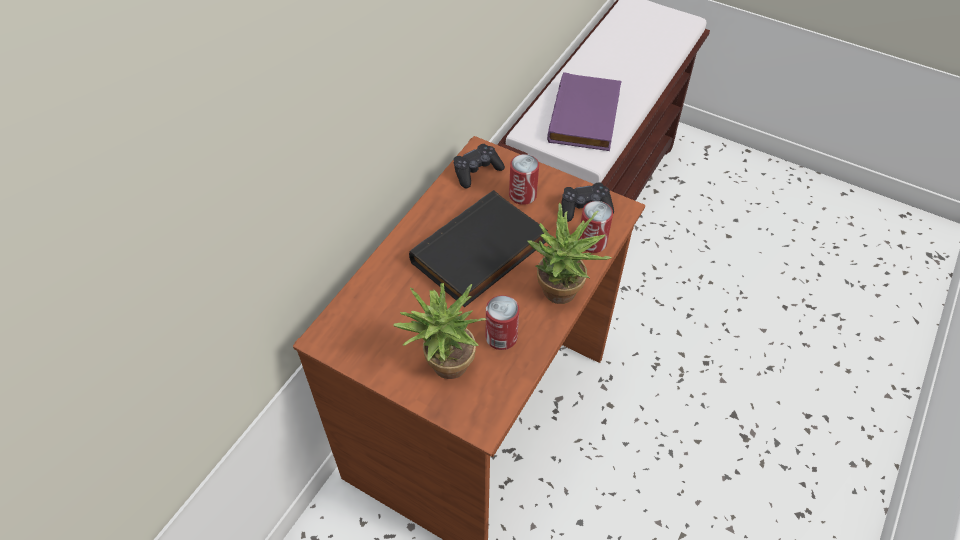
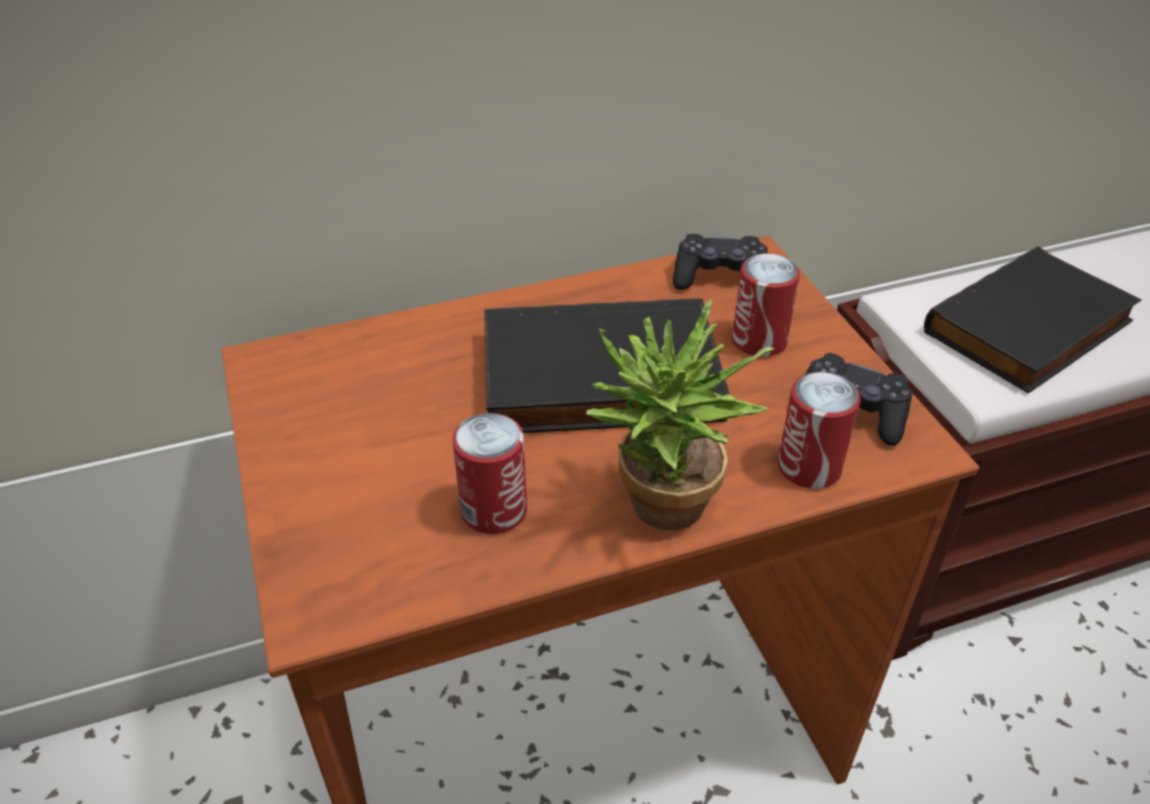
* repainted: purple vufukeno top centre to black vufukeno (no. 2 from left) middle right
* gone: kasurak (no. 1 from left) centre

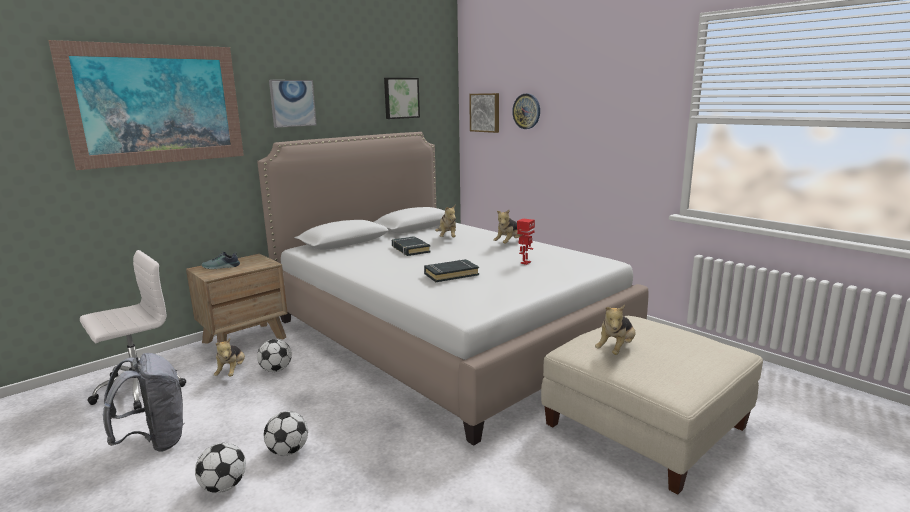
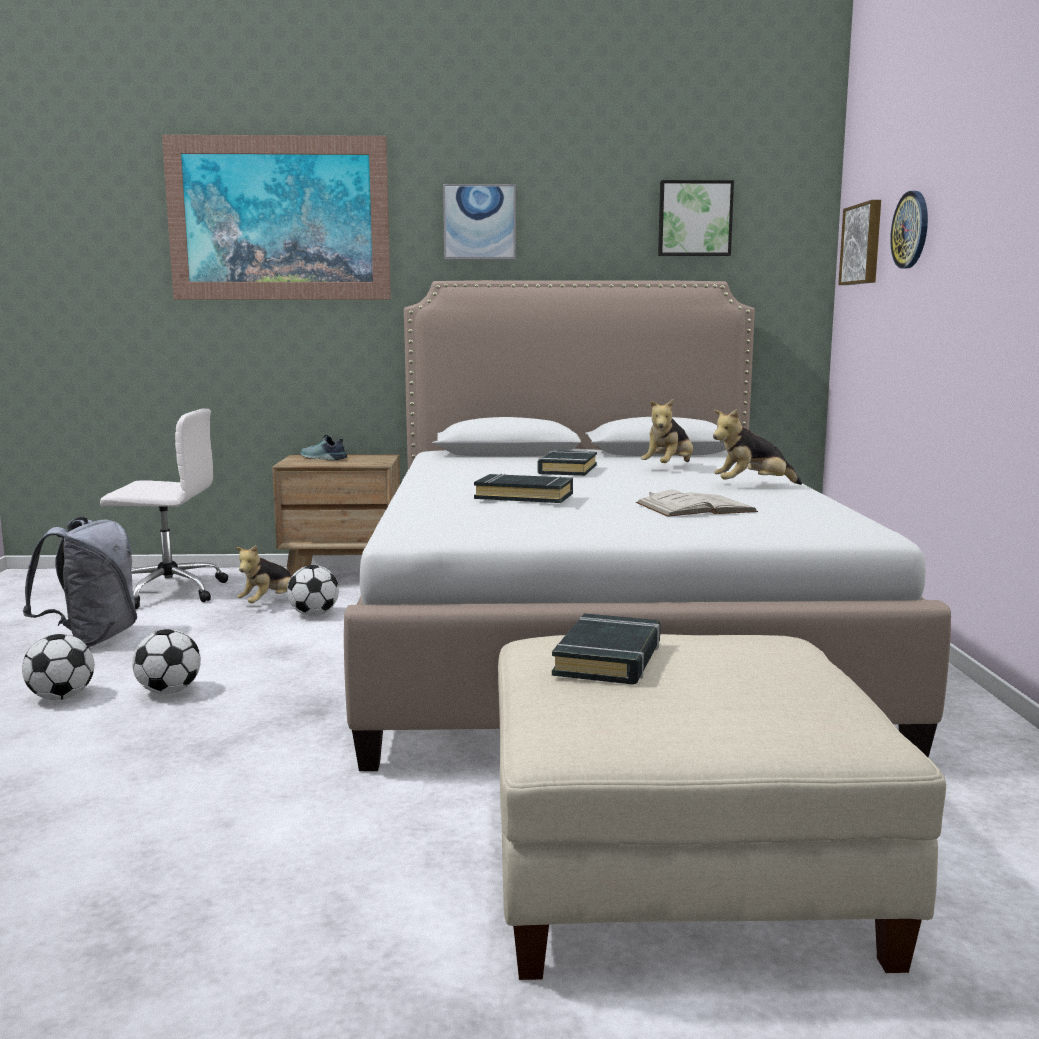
* swapped: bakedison (no. 4 from left) middle right to black vufukeno (no. 3 from left) centre
* swapped: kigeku centre to white vufukeno middle right

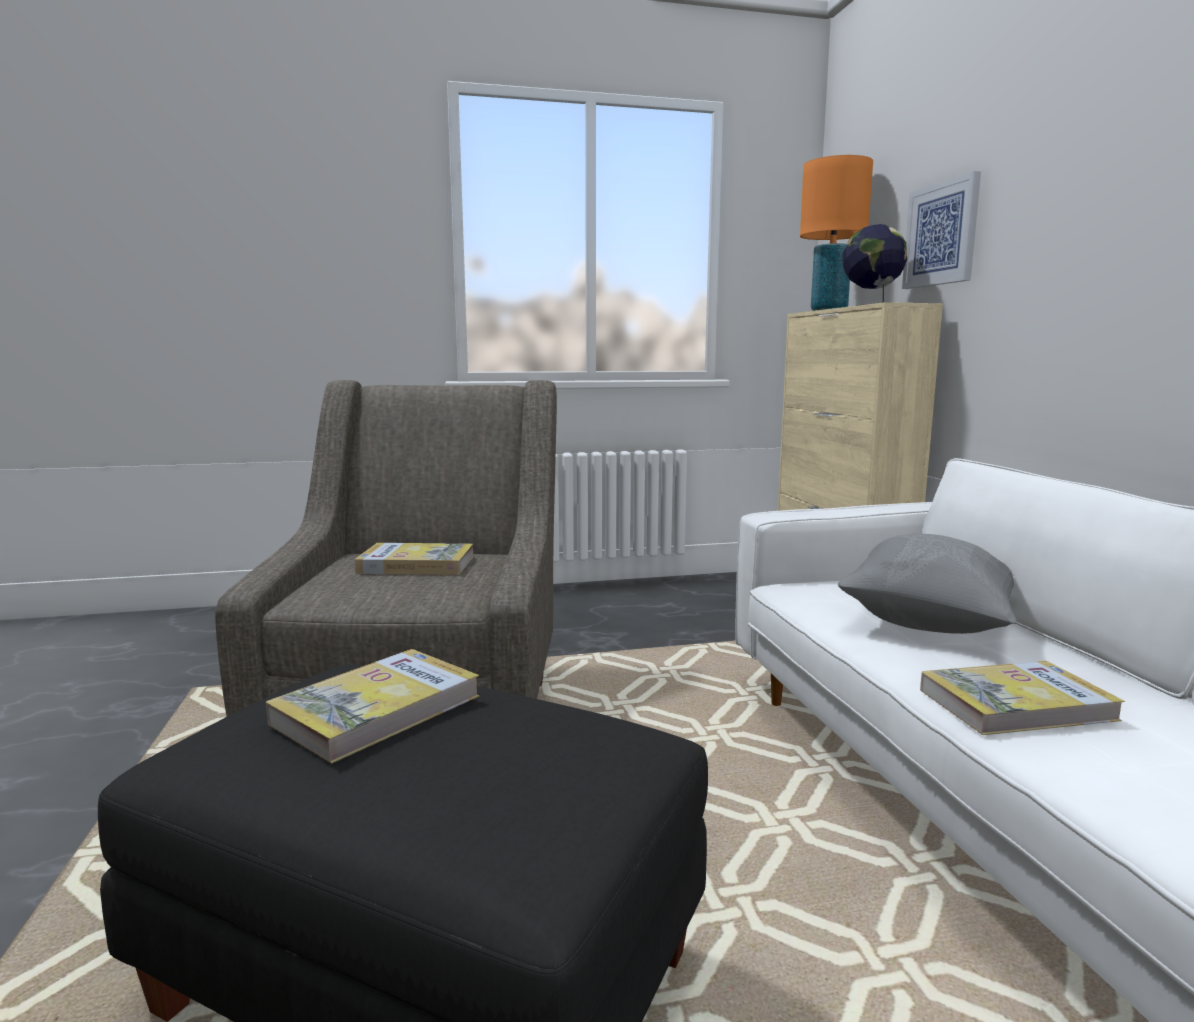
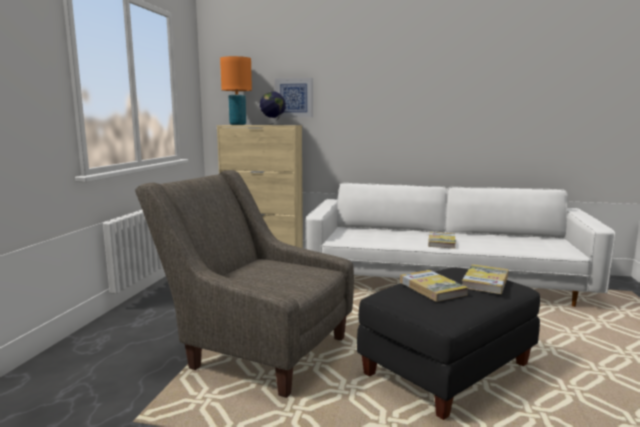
* shifted: vufukeno (no. 2 from left in the first image) centre to vufukeno (no. 3 from left) middle right
* gone: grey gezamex middle right

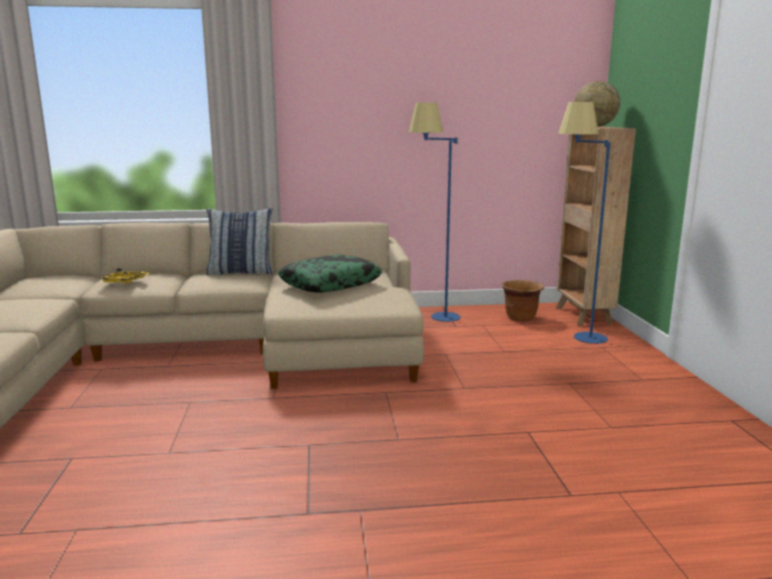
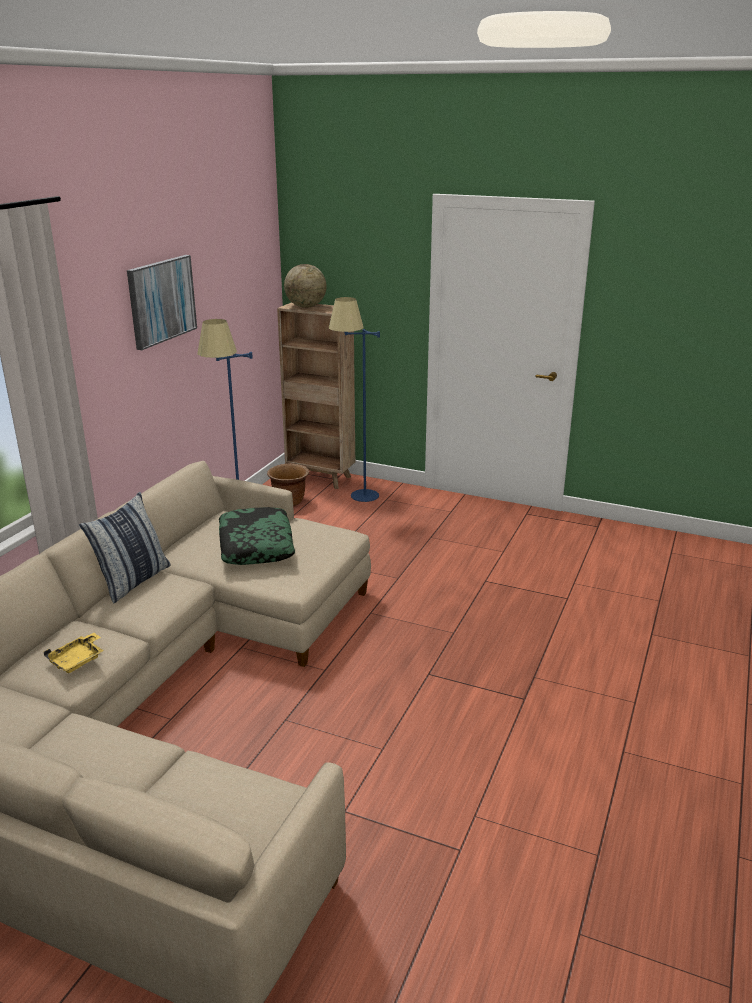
* new: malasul top left

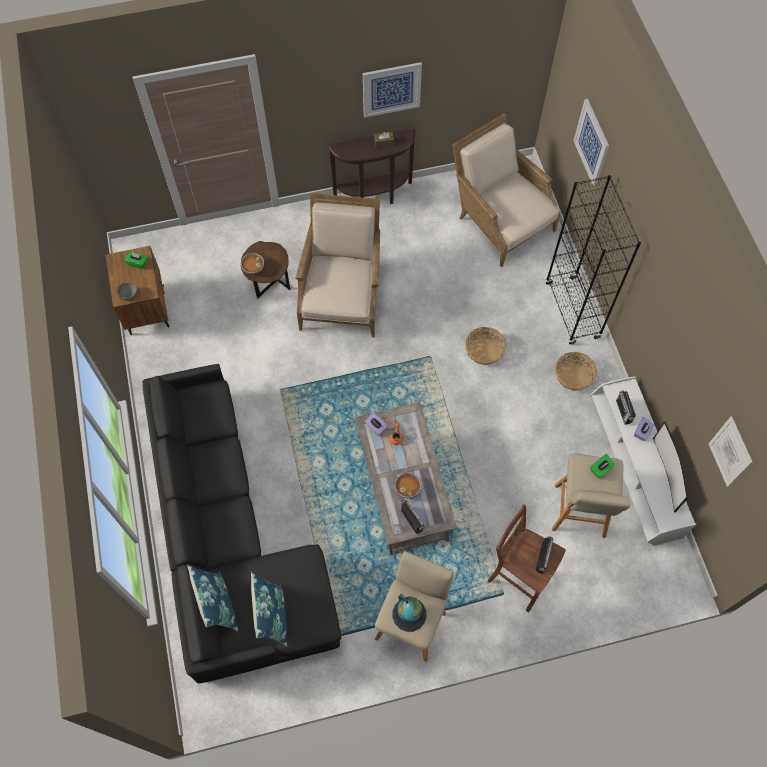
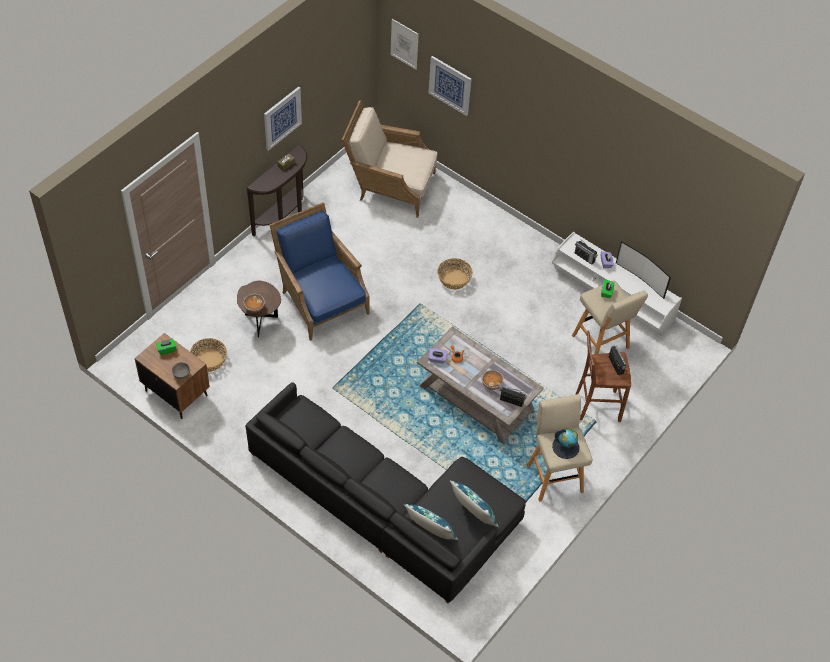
* shifted: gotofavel (no. 2 from left in the first image) middle right to gotofavel (no. 1 from left) middle left
* repainted: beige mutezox (no. 1 from left) centre to blue mutezox centre
* shifted: malasul (no. 3 from left in the first image) middle right to malasul (no. 2 from left) top centre
* gone: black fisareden middle right

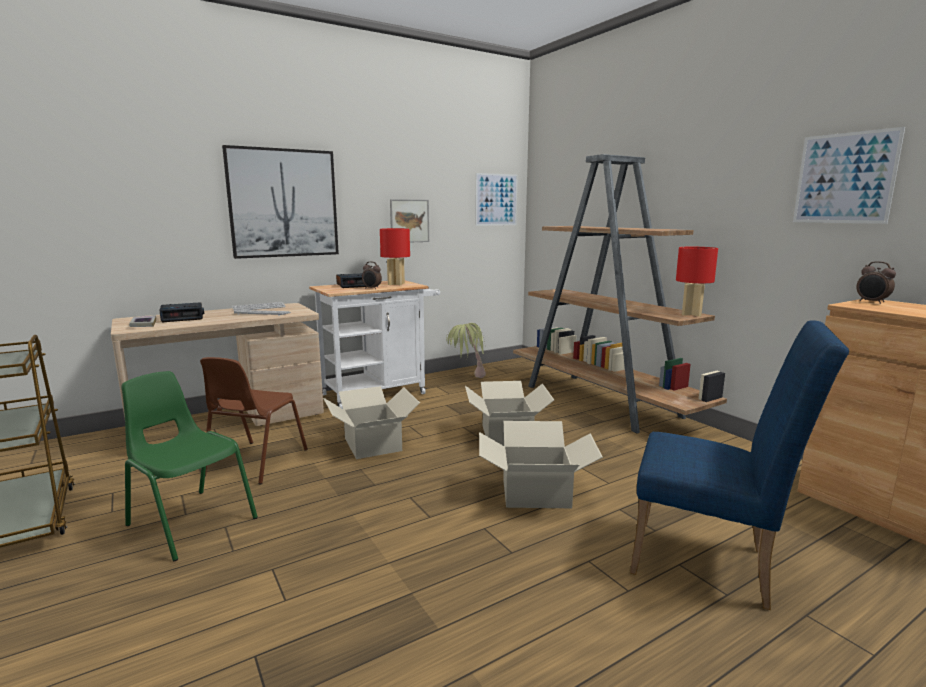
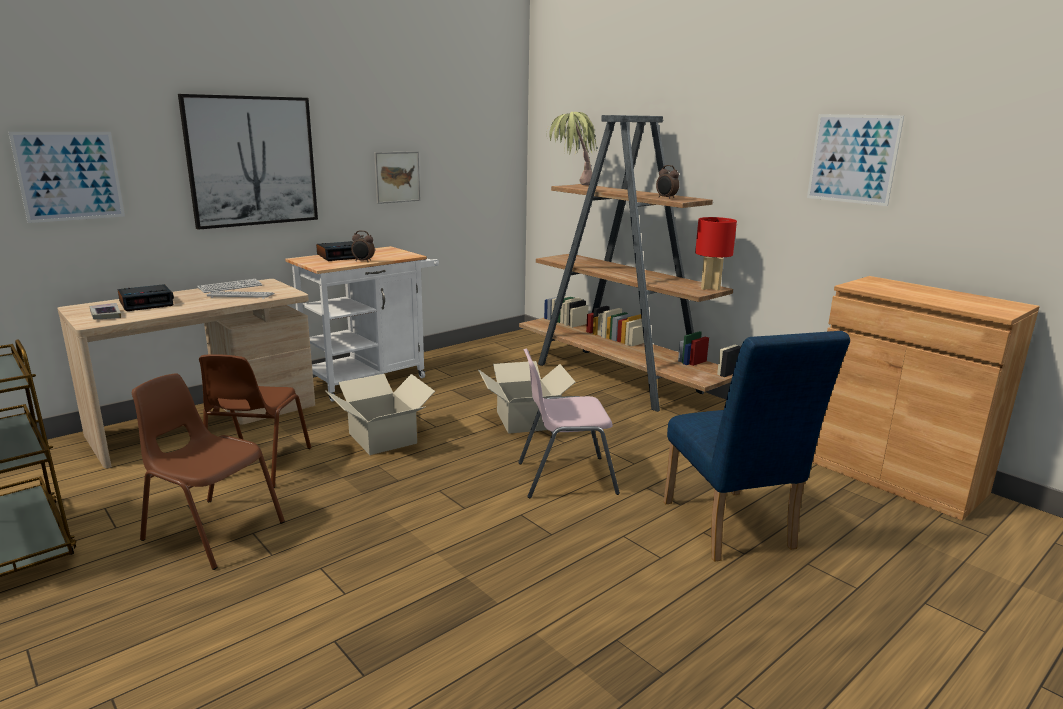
* shifted: malasul (no. 3 from left in the first image) top centre to malasul (no. 1 from left) top left
* repainted: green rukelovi bottom left to brown rukelovi (no. 1 from left) middle left
* swapped: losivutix (no. 3 from left) bottom centre to pink rukelovi centre
* shifted: kasurak centre to top centre
* shifted: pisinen (no. 4 from left) middle right to top centre
* rotated: blue rukelovi bottom right = middle right 60 degrees clockwise
* gone: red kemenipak (no. 1 from left) centre

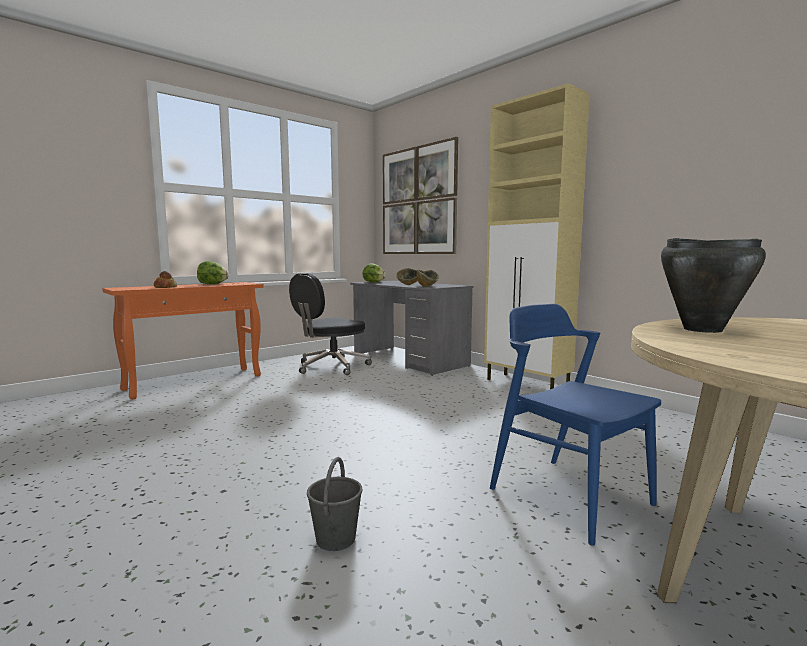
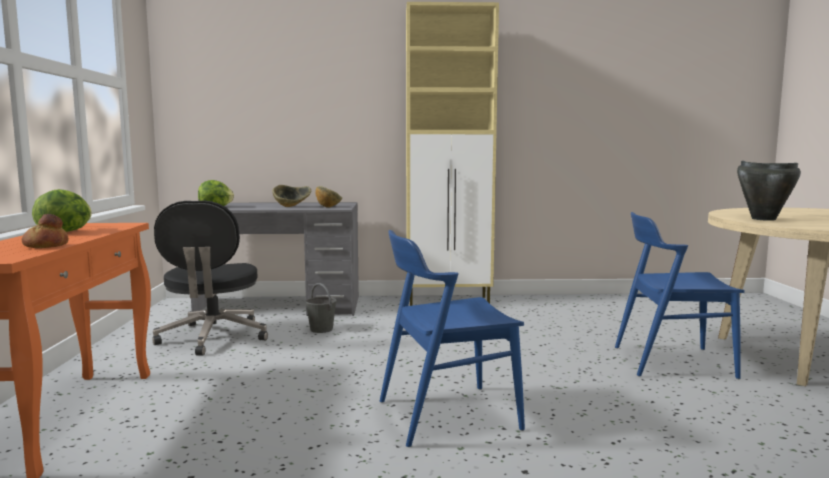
* shifted: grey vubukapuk bottom centre to centre
* new: blue rukelovi (no. 1 from left) bottom centre
* gone: malasul top centre

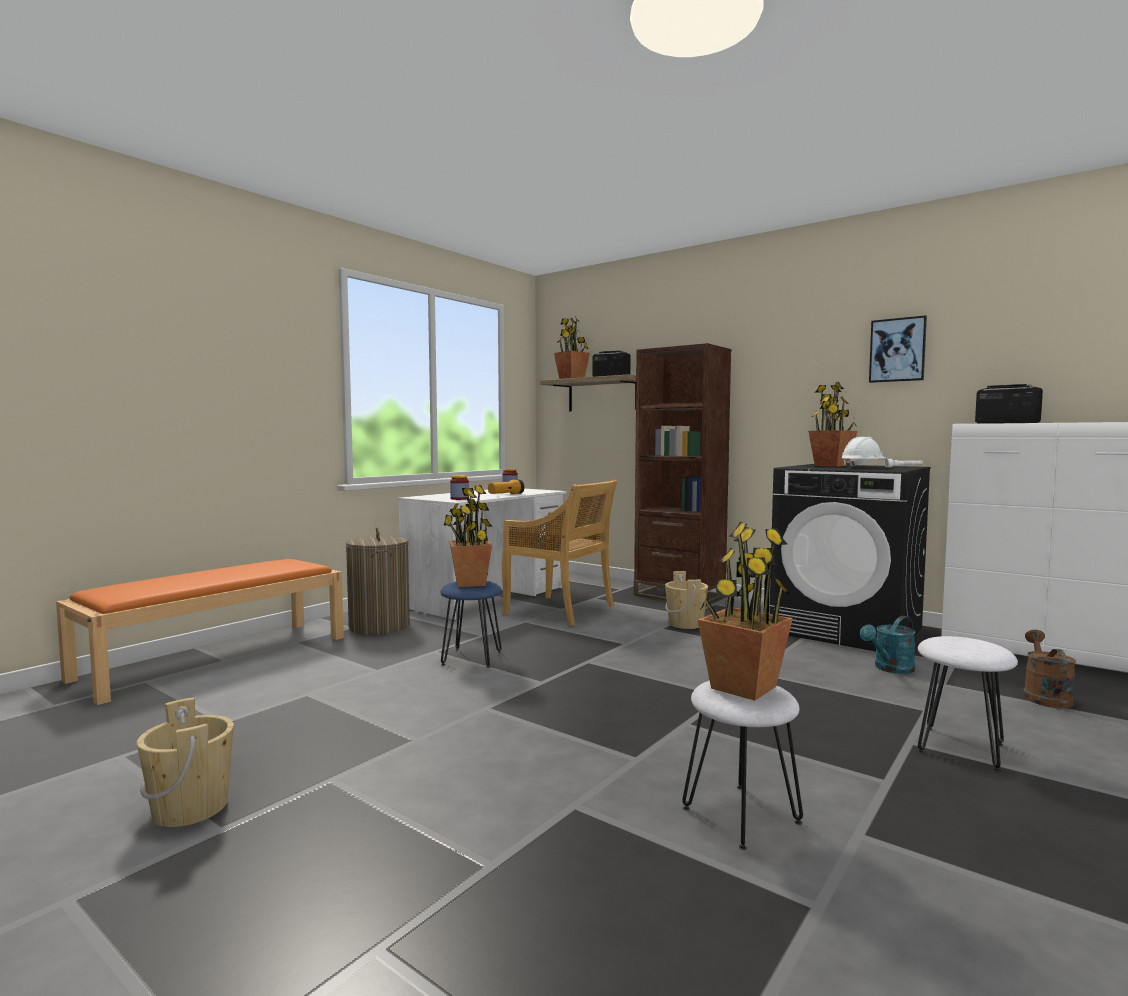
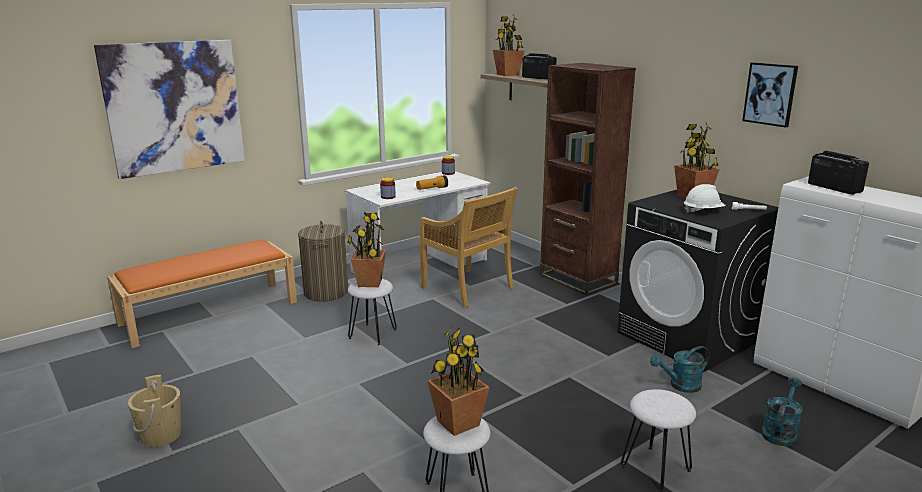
* new: malasul (no. 1 from left) top left
* repainted: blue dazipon centre to white dazipon (no. 1 from left) centre
* repainted: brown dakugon bottom right to turquoise dakugon (no. 2 from left) bottom right
* gone: beige vubukapuk (no. 2 from left) centre

